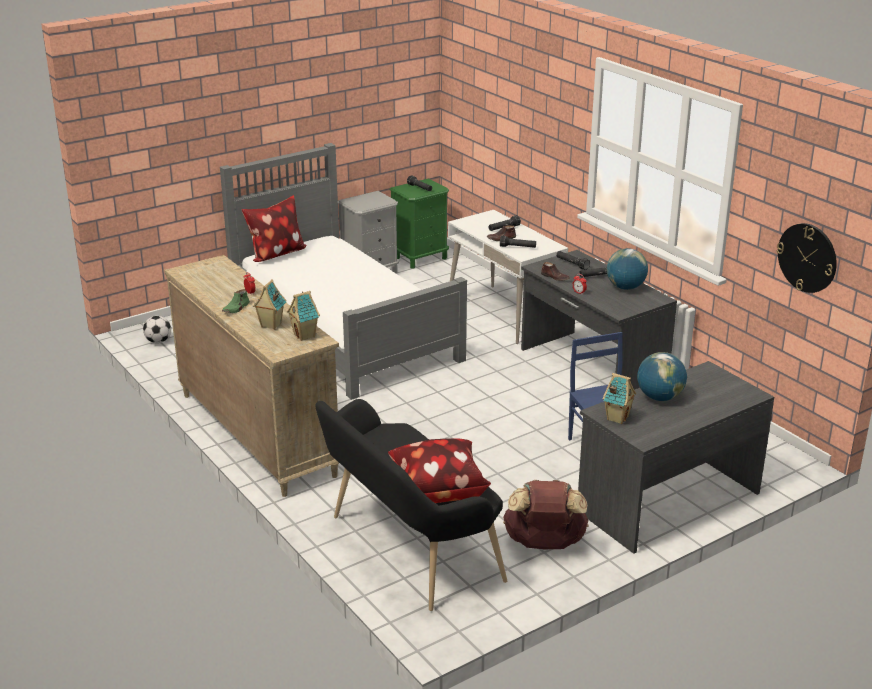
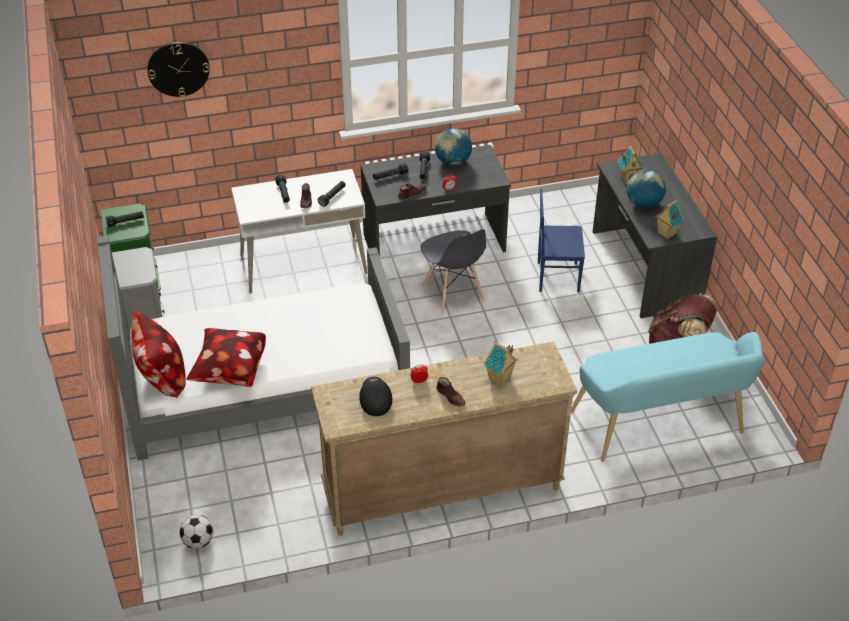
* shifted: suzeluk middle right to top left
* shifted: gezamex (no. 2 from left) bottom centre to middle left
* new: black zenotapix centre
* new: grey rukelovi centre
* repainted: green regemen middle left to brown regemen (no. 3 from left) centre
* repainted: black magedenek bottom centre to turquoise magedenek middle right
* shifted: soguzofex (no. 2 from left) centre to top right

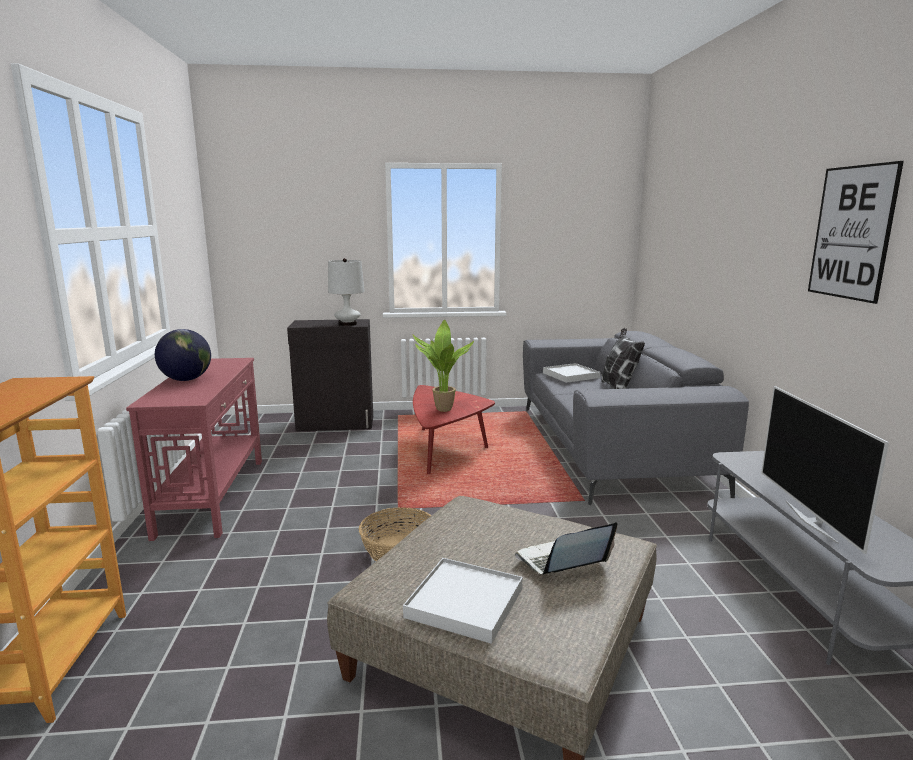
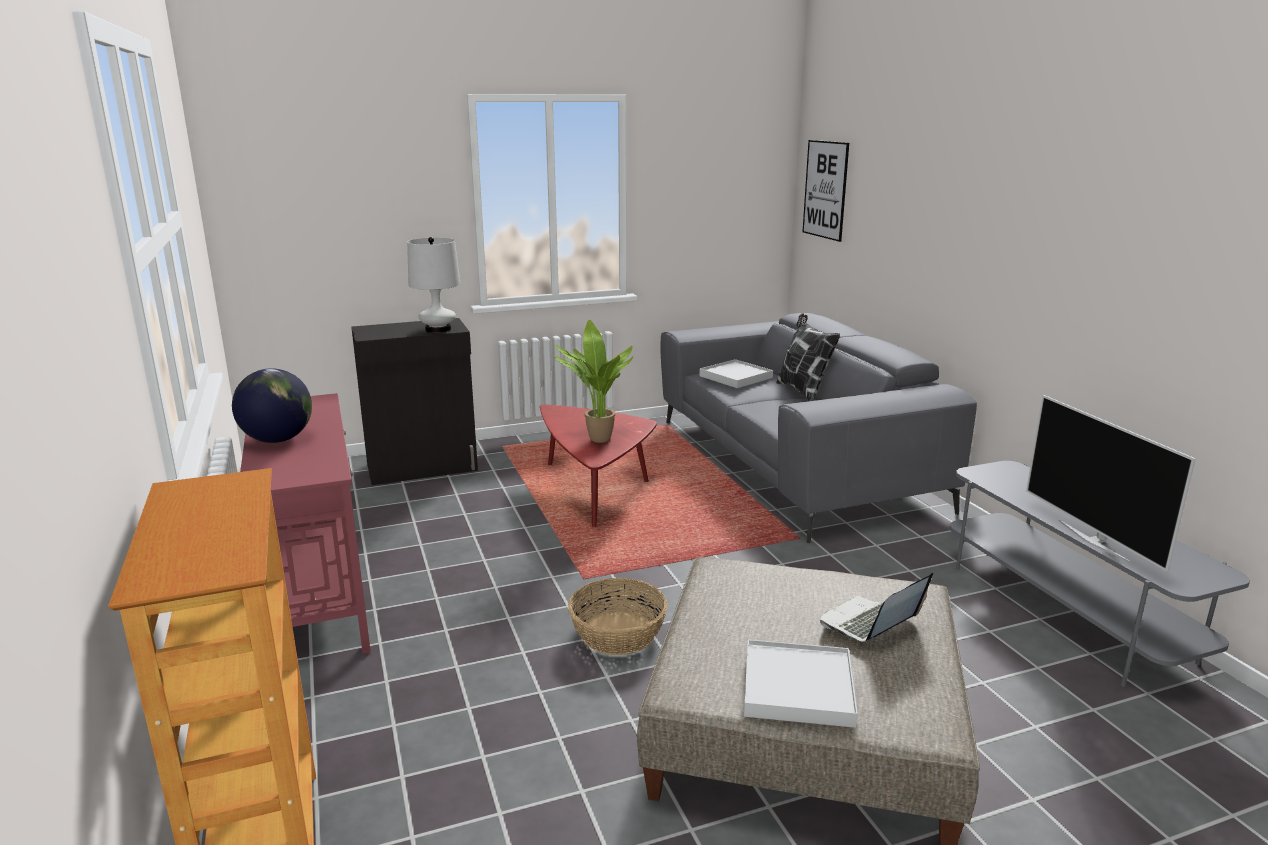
* shifted: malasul top right to top centre

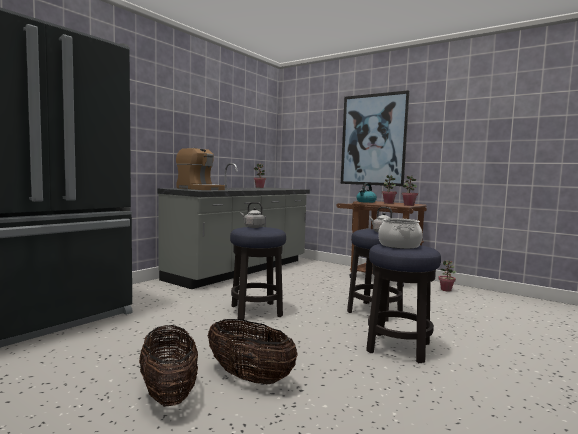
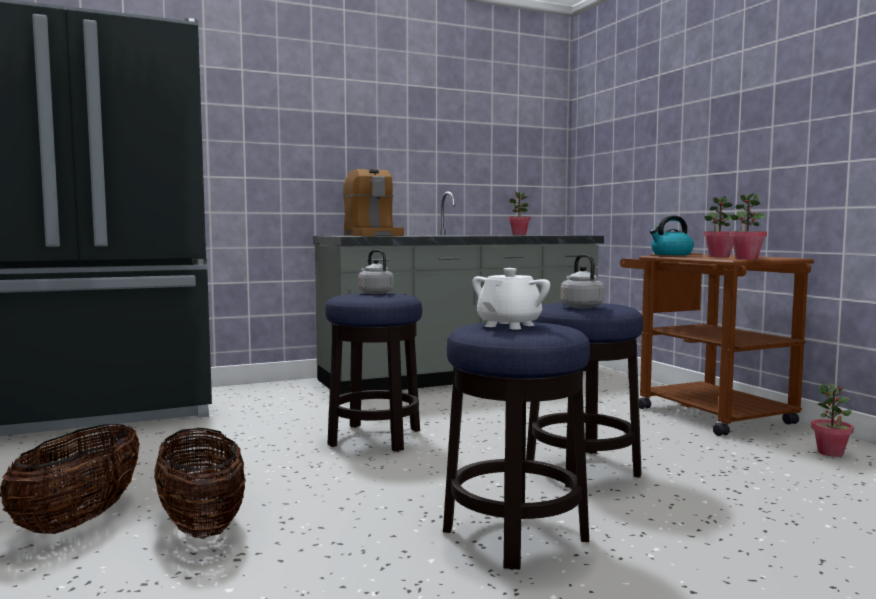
* swapped: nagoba middle right to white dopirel centre
* gone: malasul top centre

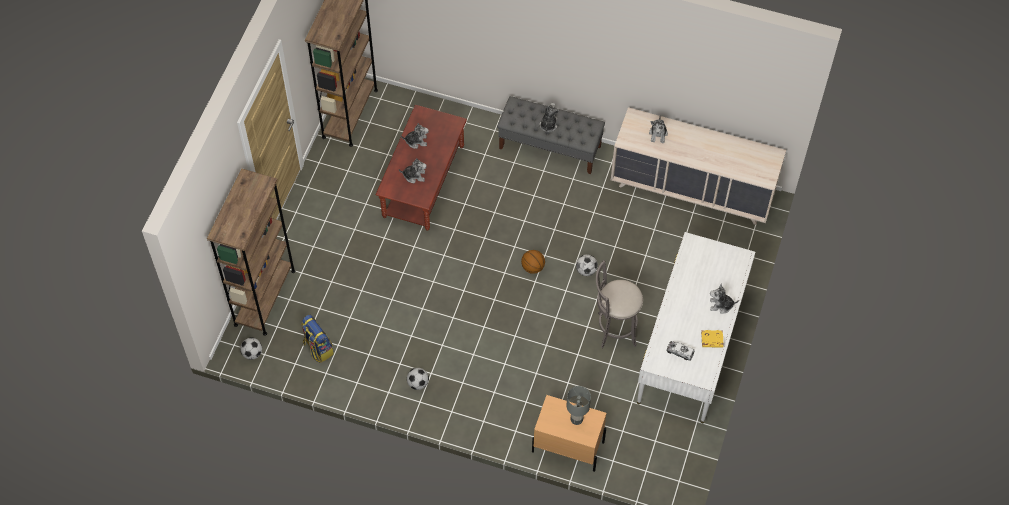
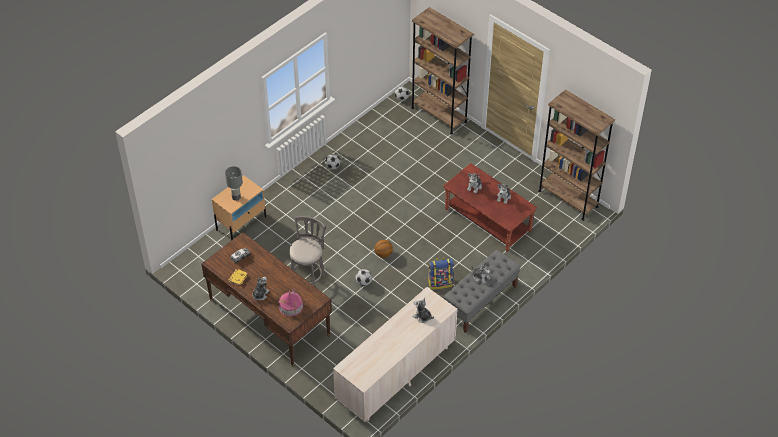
* repainted: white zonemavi middle right to brown zonemavi bottom centre
* new: soguzofex bottom centre
* shifted: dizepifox bottom left to centre

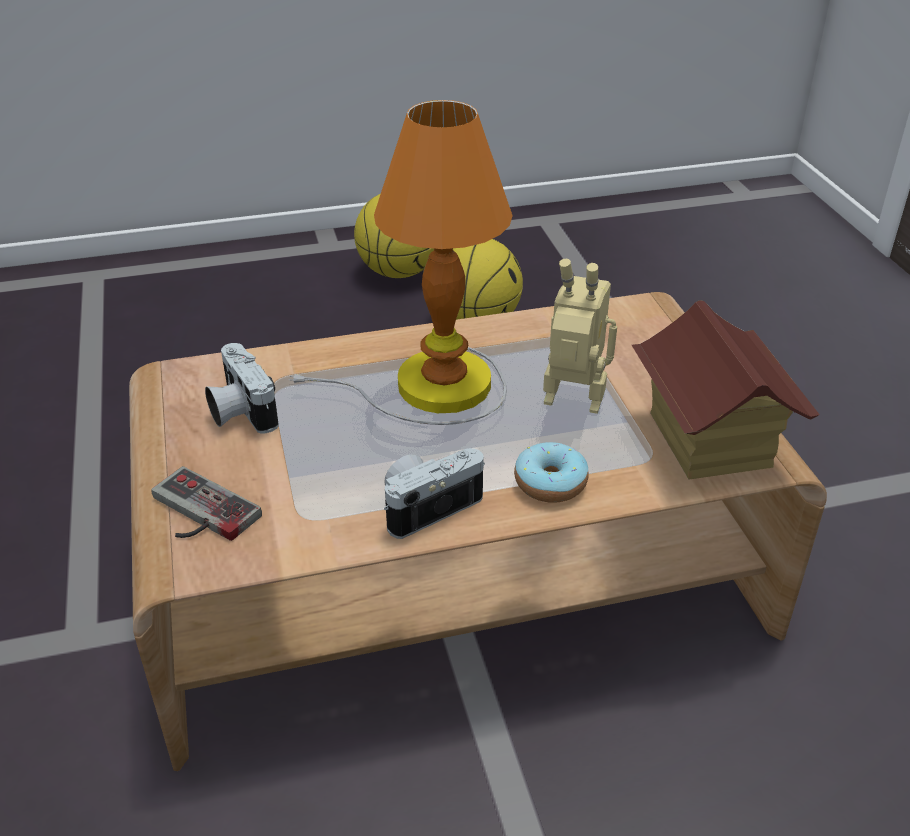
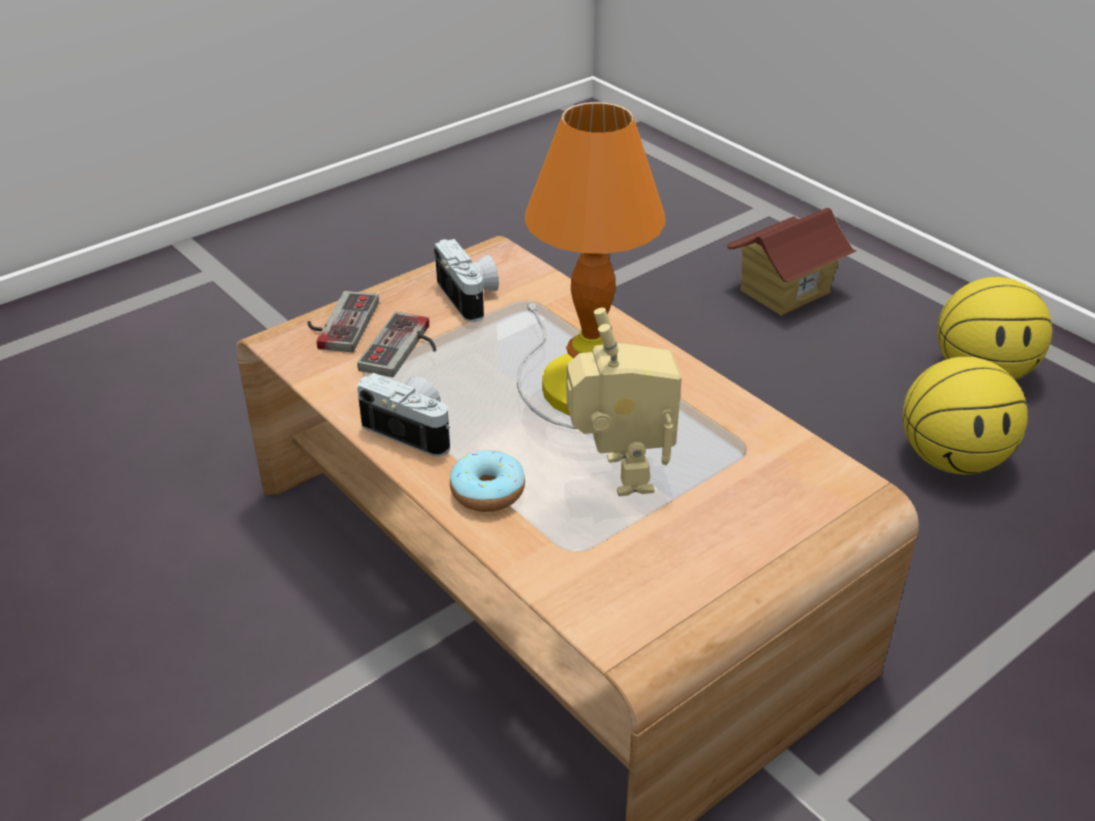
* new: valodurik (no. 2 from left) centre
* rotated: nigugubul (no. 1 from left in the first image) middle left = centre 120 degrees clockwise
* shifted: soguzofex middle right to top right

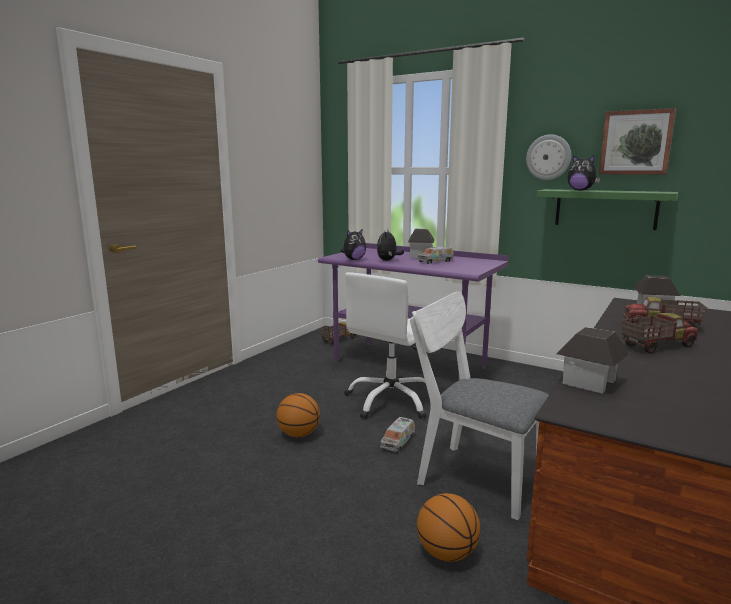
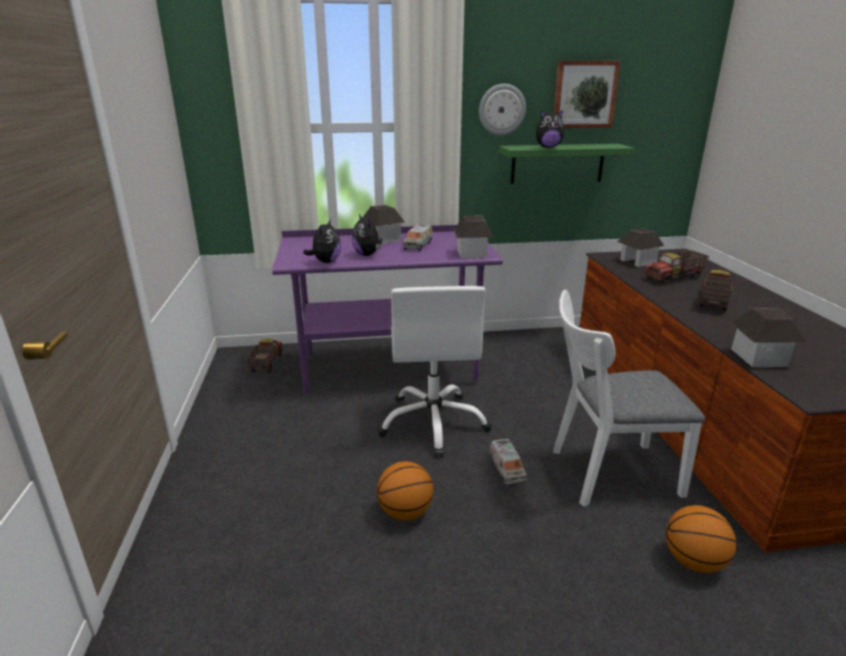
* new: soguzofex (no. 2 from left) centre

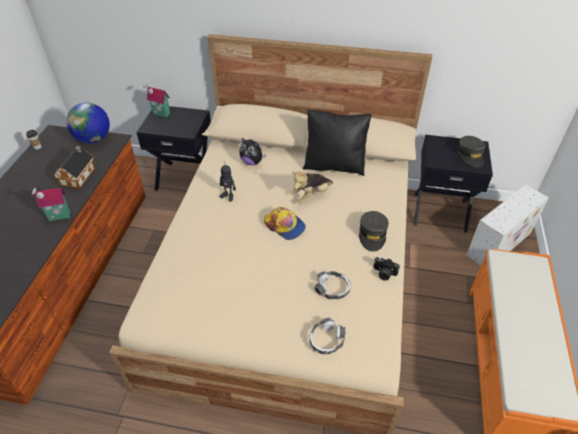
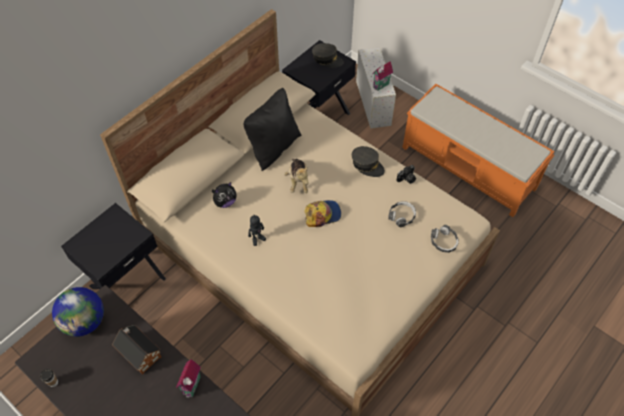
* shifted: soguzofex (no. 3 from left) top left to top centre

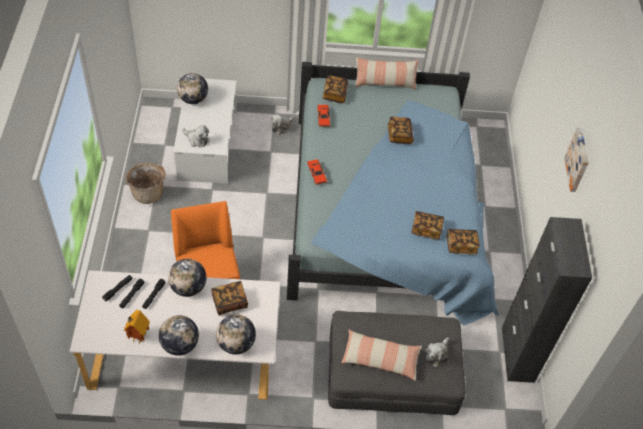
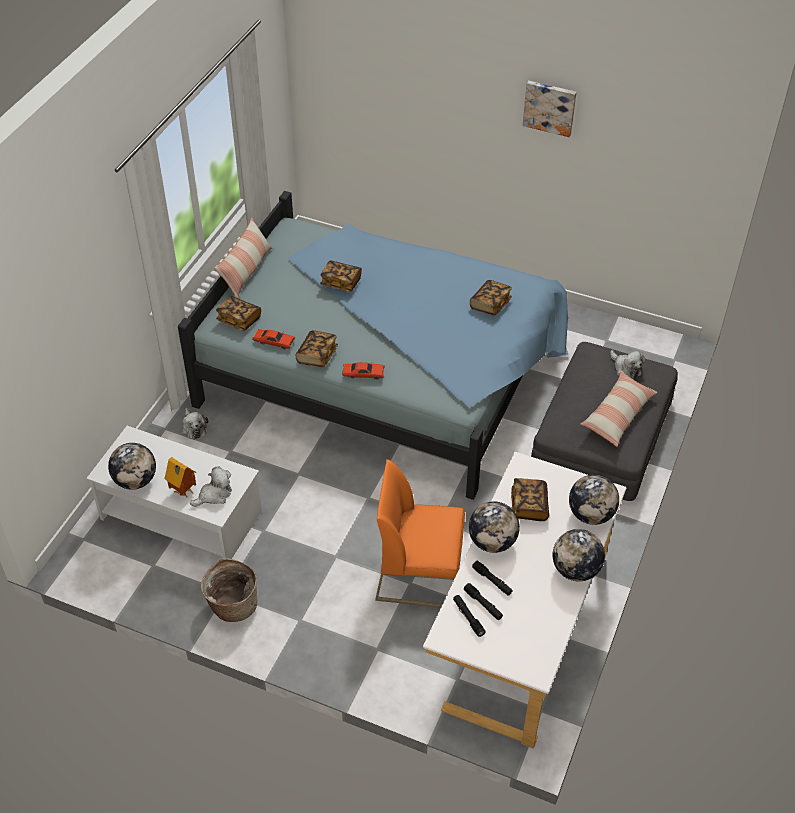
* shifted: soguzofex bottom left to middle left
* shifted: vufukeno (no. 5 from left in the first image) middle right to vufukeno (no. 2 from left) centre
* gone: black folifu bottom right

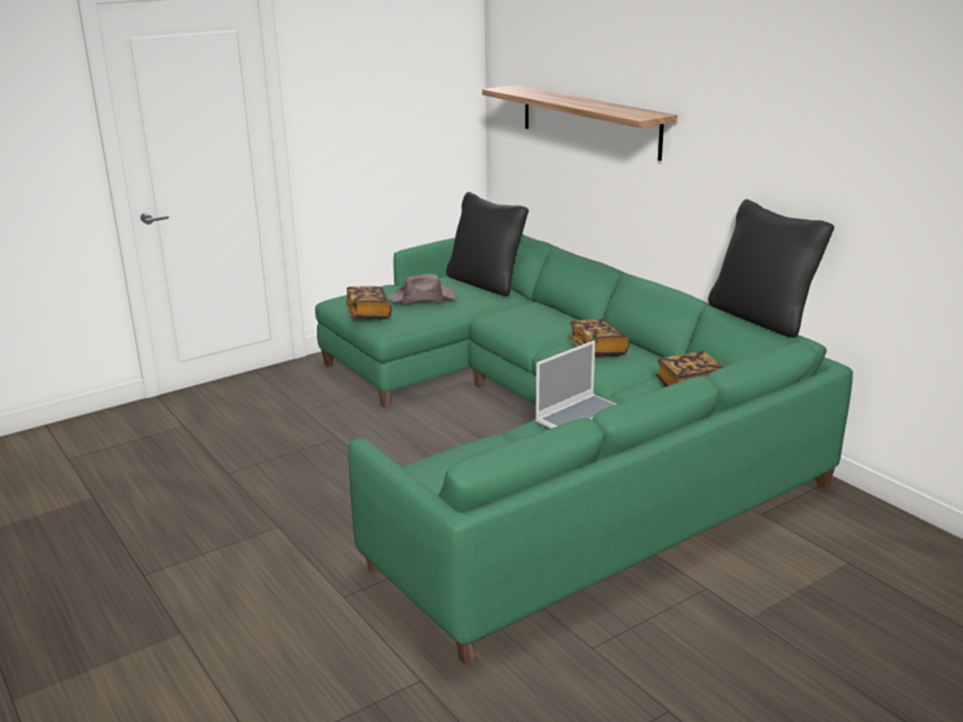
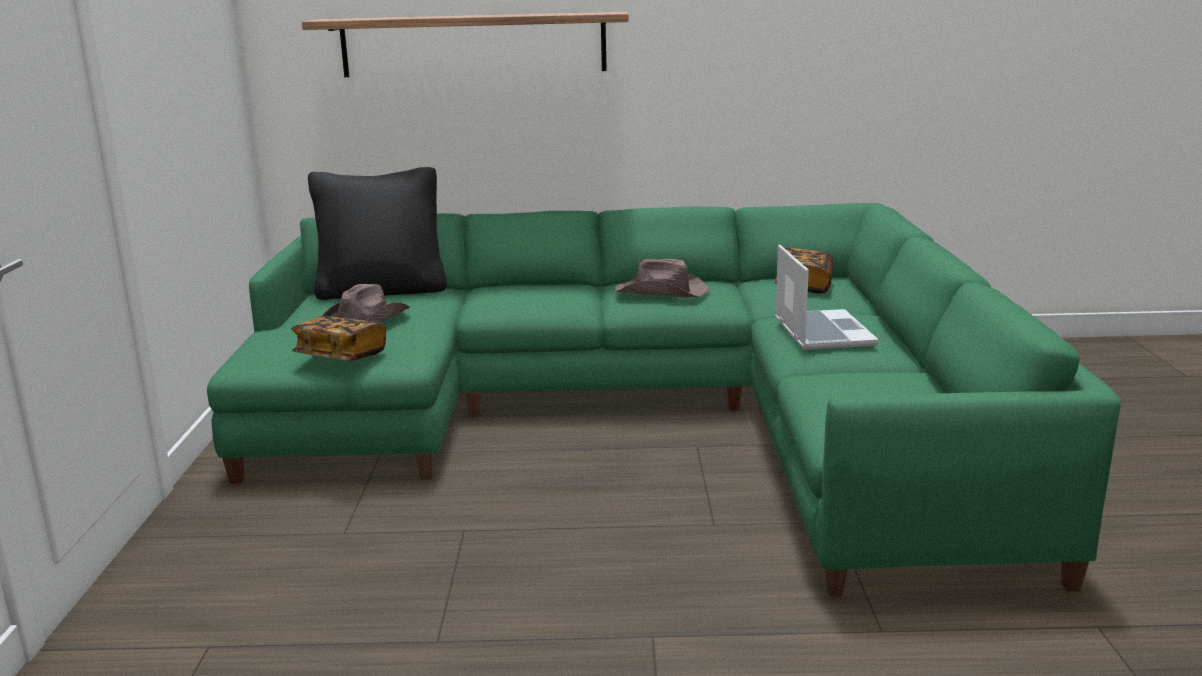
* swapped: vufukeno (no. 2 from left) centre to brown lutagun (no. 2 from left) centre
* gone: black gezamex (no. 2 from left) middle right

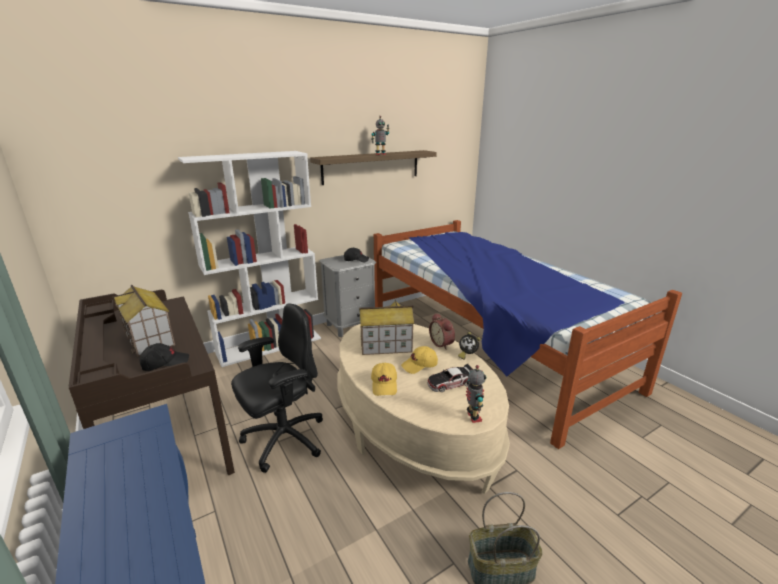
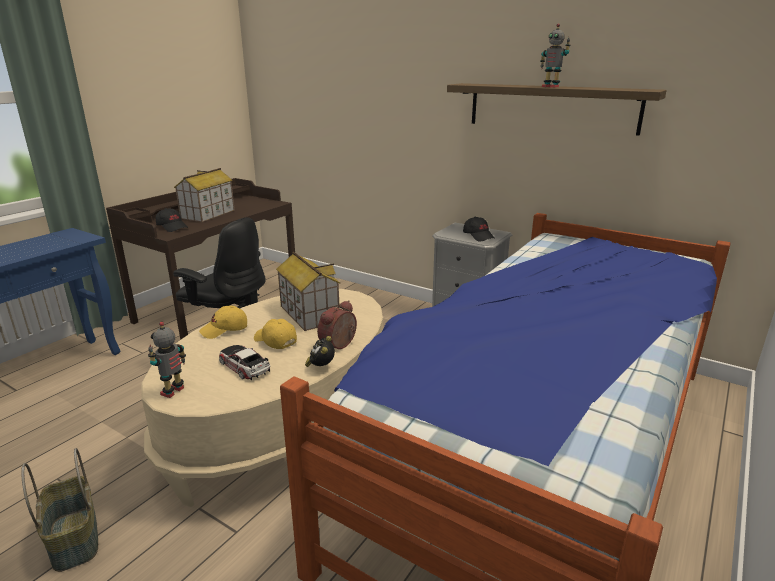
* rotated: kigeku (no. 2 from left in the first image) bottom centre = middle left 150 degrees clockwise
* gone: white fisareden middle left

